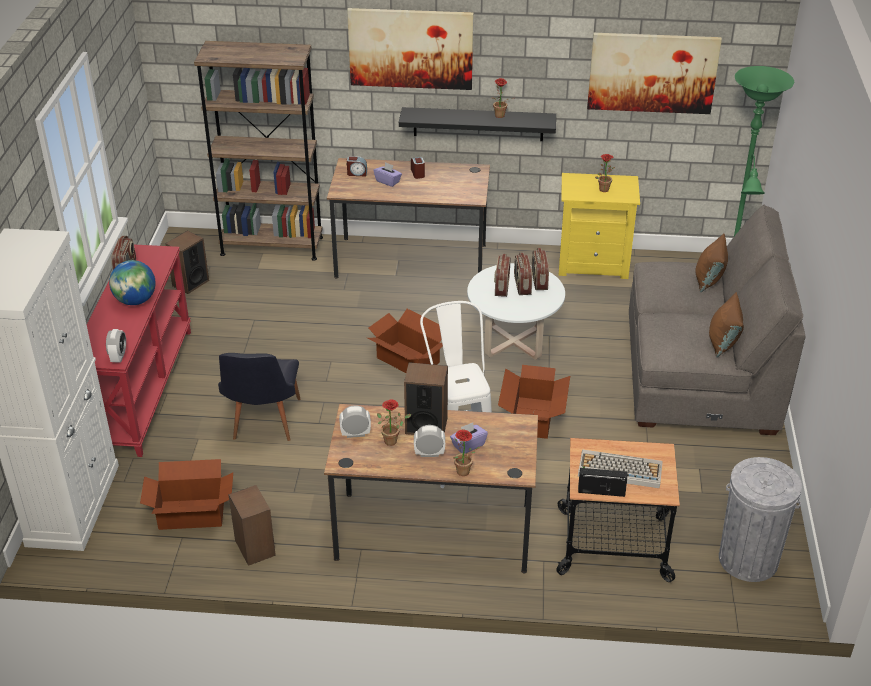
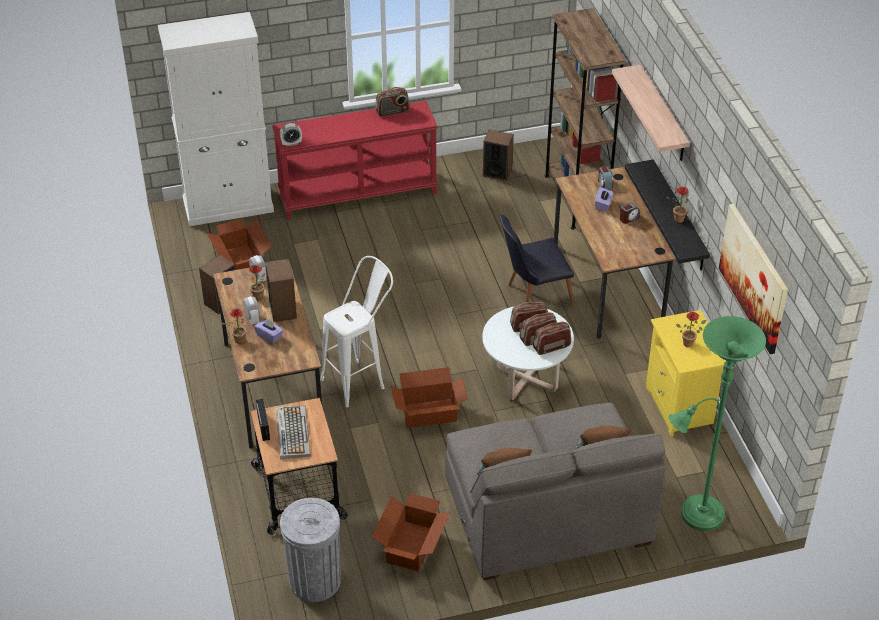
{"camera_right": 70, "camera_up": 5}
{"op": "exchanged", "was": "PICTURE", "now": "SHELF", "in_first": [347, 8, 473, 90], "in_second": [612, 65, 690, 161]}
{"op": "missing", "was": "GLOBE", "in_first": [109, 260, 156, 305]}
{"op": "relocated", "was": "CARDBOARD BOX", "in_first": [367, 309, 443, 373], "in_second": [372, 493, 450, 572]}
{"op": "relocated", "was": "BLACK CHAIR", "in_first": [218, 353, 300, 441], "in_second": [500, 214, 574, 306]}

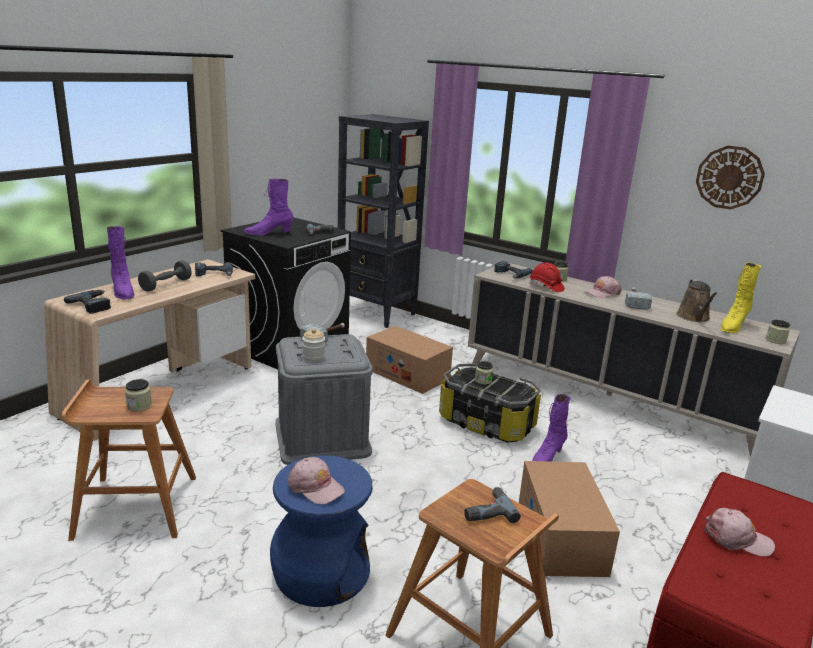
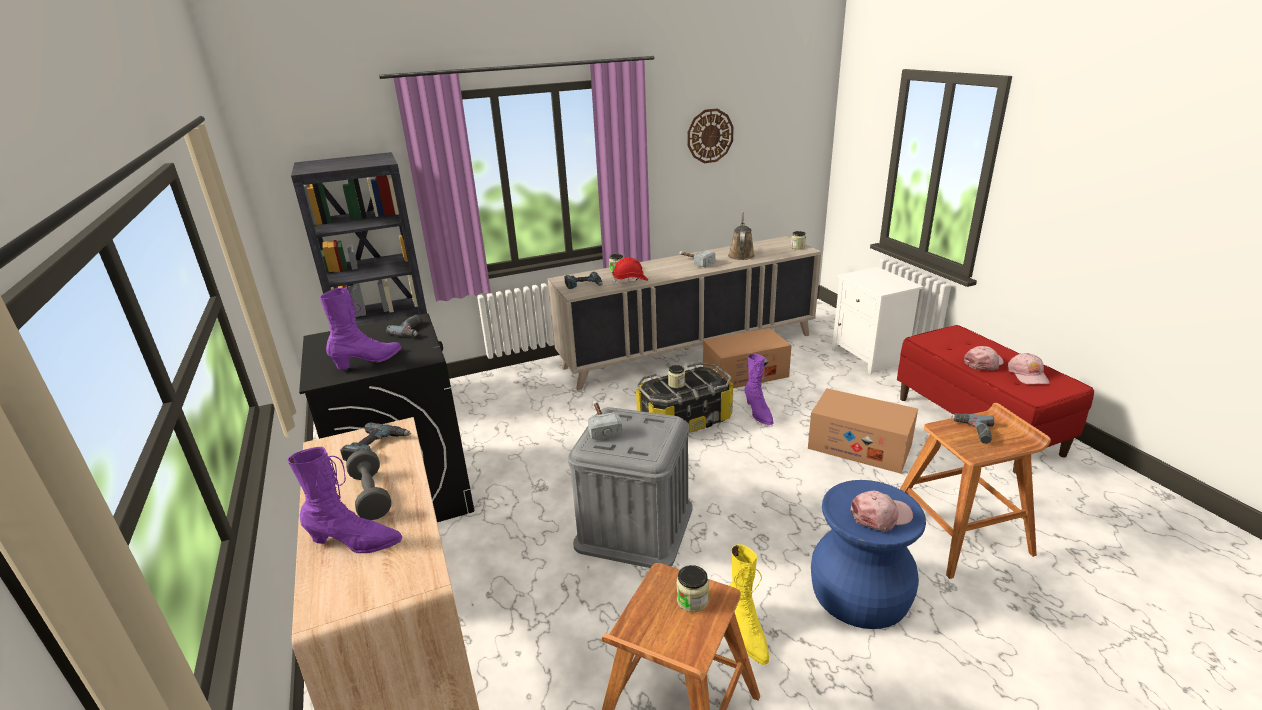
{"camera_right": -55, "camera_up": 5}
{"op": "spun", "was": "PURPLE BOOT", "in_first": [244, 179, 294, 235], "in_second": [320, 287, 402, 369], "clockwise": -150}
{"op": "relocated", "was": "YELLOW BOOT", "in_first": [720, 263, 761, 333], "in_second": [729, 544, 769, 665]}
{"op": "relocated", "was": "PINK CAP", "in_first": [585, 276, 621, 298], "in_second": [1008, 353, 1050, 385]}
{"op": "spun", "was": "BROWN WATERING CAN", "in_first": [677, 279, 717, 322], "in_second": [728, 213, 755, 260], "clockwise": -120}
{"op": "missing", "was": "POWER DRILL", "in_first": [64, 290, 111, 314]}
{"op": "relocated", "was": "CARDBOARD BOX", "in_first": [366, 326, 453, 394], "in_second": [703, 328, 792, 388]}
{"op": "missing", "was": "JAR", "in_first": [302, 329, 325, 362]}

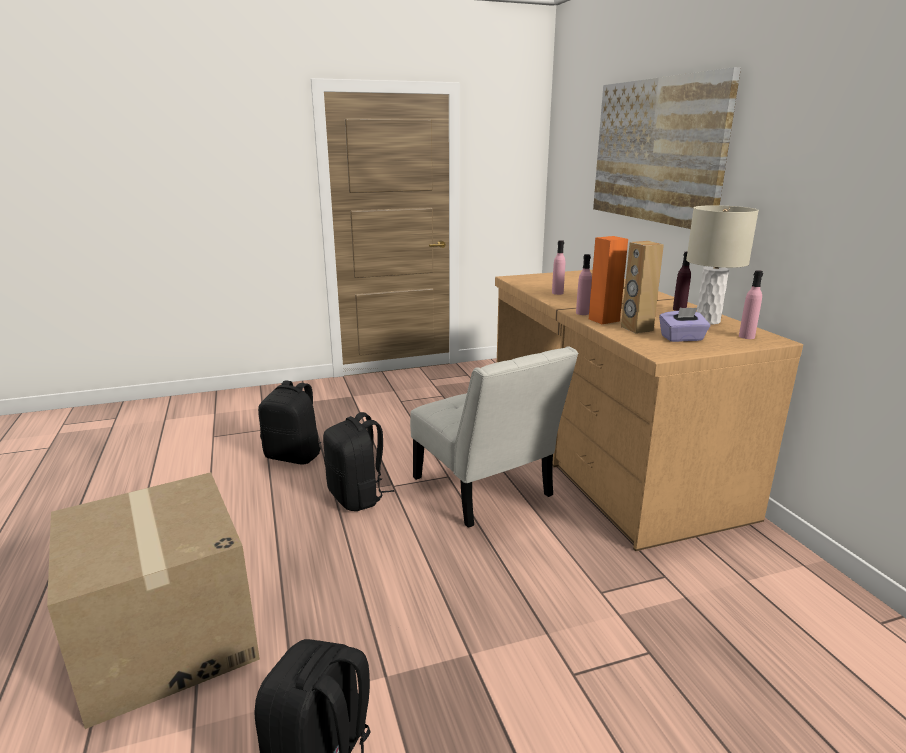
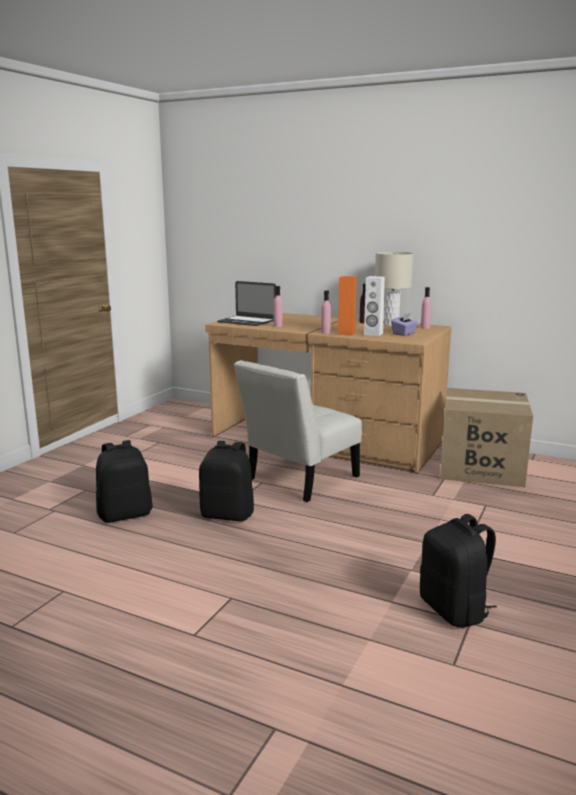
{"camera_right": -45, "camera_up": -5}
{"op": "missing", "was": "PICTURE", "in_first": [593, 67, 741, 229]}
{"op": "colour", "was": "BROWN SPEAKER", "now": "WHITE SPEAKER", "in_first": [621, 241, 664, 333], "in_second": [364, 276, 385, 336]}
{"op": "spun", "was": "WHITE CHAIR", "in_first": [410, 346, 578, 528], "in_second": [234, 360, 362, 502], "clockwise": 120}
{"op": "relocated", "was": "CARDBOARD BOX", "in_first": [47, 472, 260, 729], "in_second": [440, 388, 533, 487]}
{"op": "appeared", "now": "LAPTOP", "in_second": [217, 281, 276, 326]}

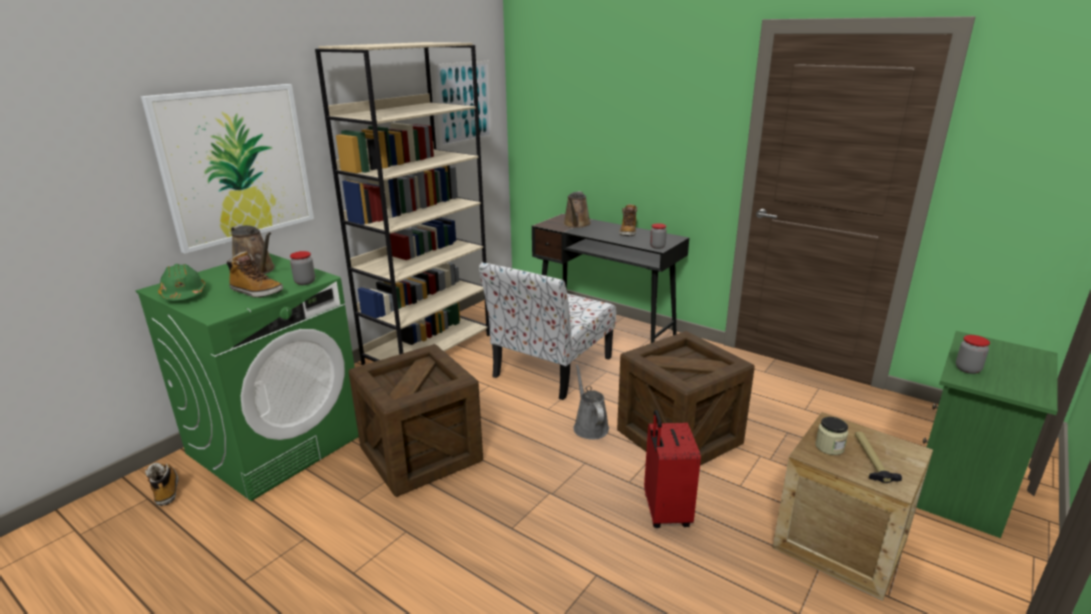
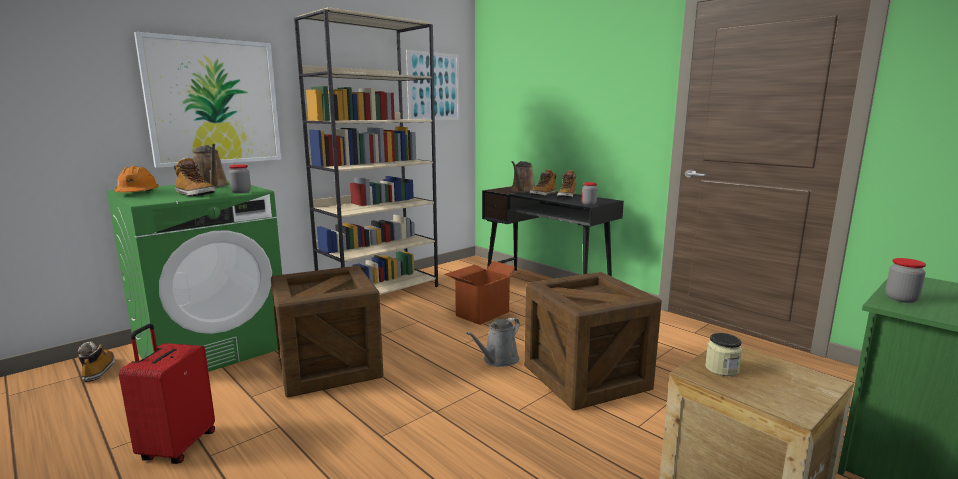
{"camera_right": 10, "camera_up": -10}
{"op": "exchanged", "was": "CHAIR", "now": "CARDBOARD BOX", "in_first": [479, 262, 616, 400], "in_second": [445, 261, 520, 325]}
{"op": "colour", "was": "GREEN HARD HAT", "now": "ORANGE HARD HAT", "in_first": [158, 264, 205, 301], "in_second": [115, 166, 159, 192]}
{"op": "spun", "was": "GREY WATERING CAN", "in_first": [573, 364, 609, 440], "in_second": [466, 318, 520, 367], "clockwise": -135}
{"op": "relocated", "was": "RED SUITCASE", "in_first": [644, 410, 701, 528], "in_second": [119, 324, 215, 464]}
{"op": "missing", "was": "HAMMER", "in_first": [855, 432, 902, 483]}
{"op": "appeared", "now": "BOOT", "in_second": [530, 169, 556, 196]}

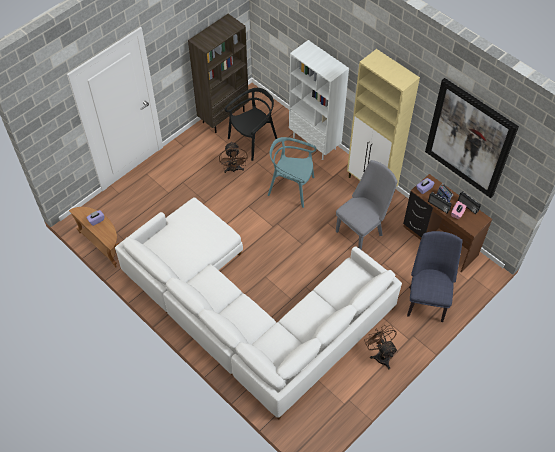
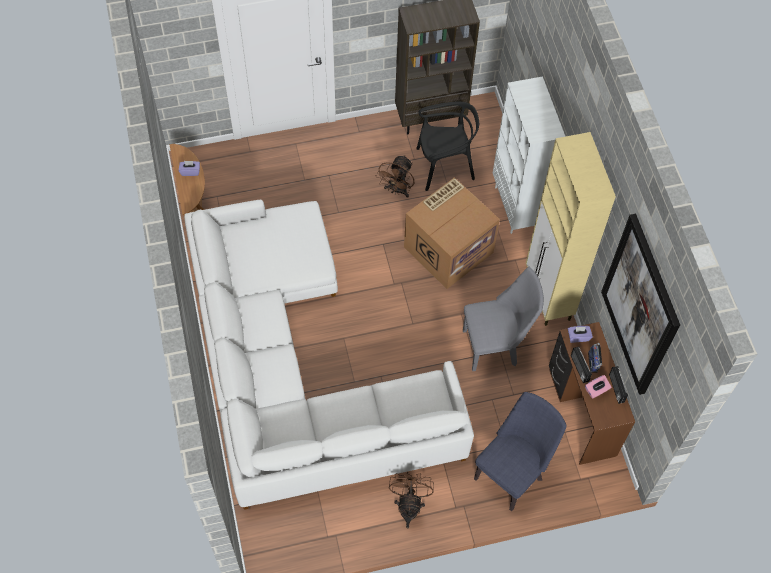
{"camera_right": 30, "camera_up": 5}
{"op": "exchanged", "was": "TURQUOISE CHAIR", "now": "CARDBOARD BOX", "in_first": [268, 137, 316, 208], "in_second": [404, 177, 500, 289]}

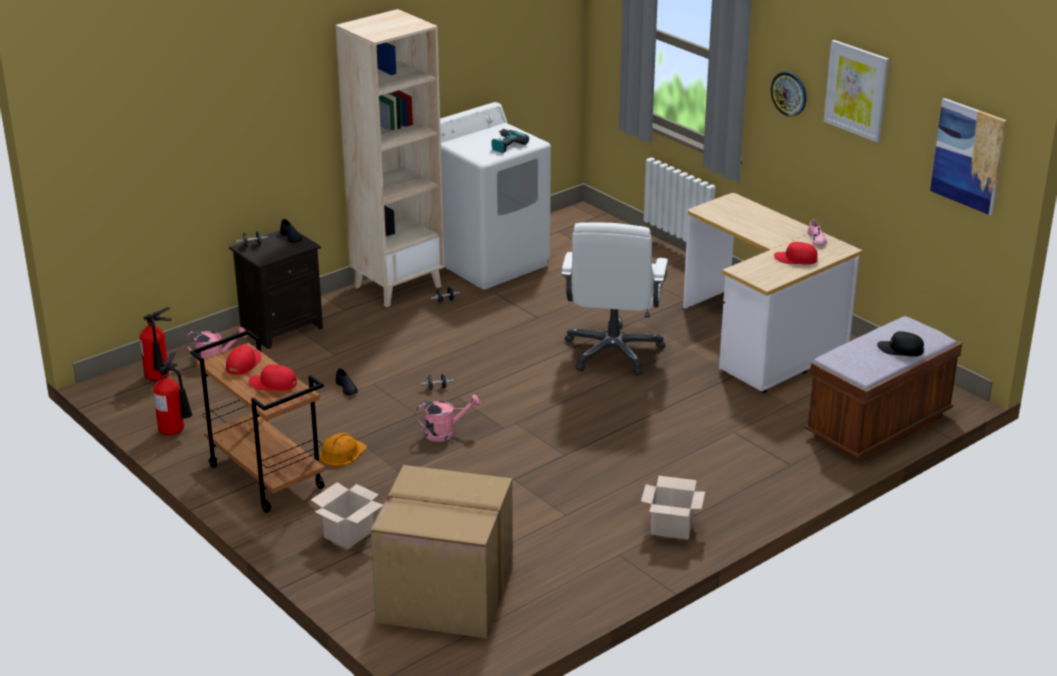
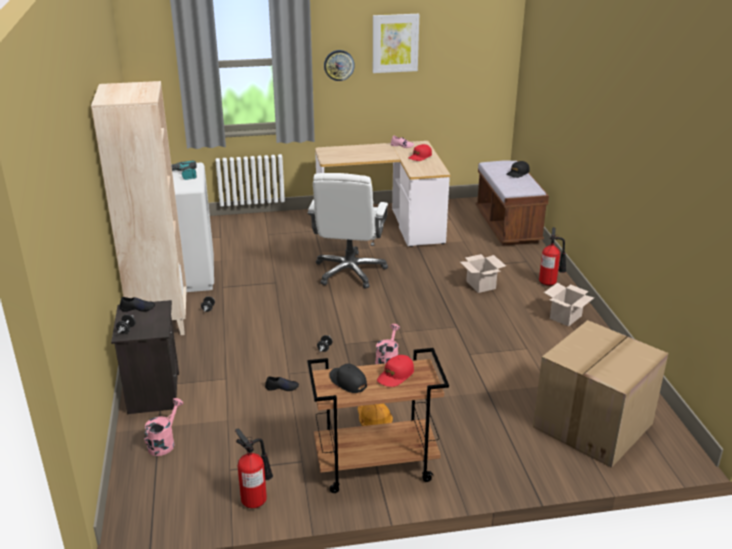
{"camera_right": -60, "camera_up": 0}
{"op": "missing", "was": "PICTURE", "in_first": [930, 98, 1007, 215]}
{"op": "spun", "was": "WHITE OFFICE CHAIR", "in_first": [561, 223, 668, 375], "in_second": [308, 173, 388, 288], "clockwise": 60}
{"op": "relocated", "was": "FIRE EXTINGUISHER", "in_first": [140, 307, 172, 381], "in_second": [539, 227, 566, 286]}
{"op": "colour", "was": "RED CAP", "now": "BLACK CAP", "in_first": [226, 345, 261, 375], "in_second": [329, 364, 367, 393]}
{"op": "relocated", "was": "CARDBOARD BOX", "in_first": [311, 482, 383, 549], "in_second": [460, 254, 506, 293]}

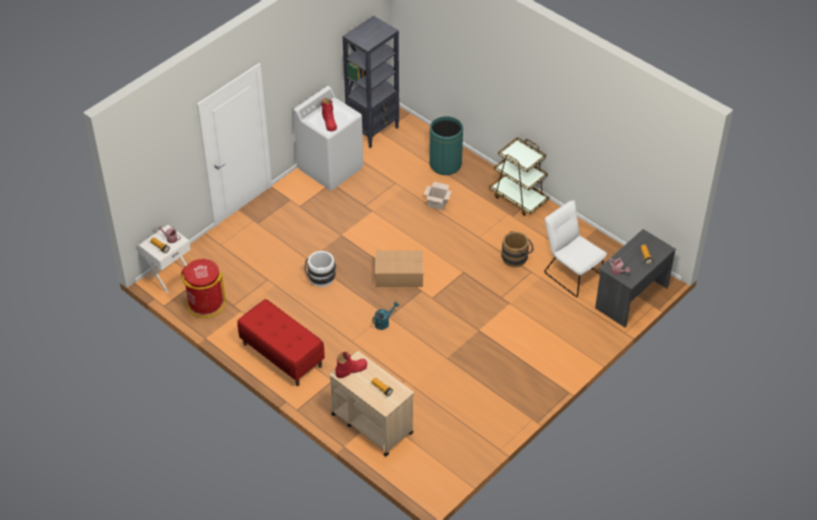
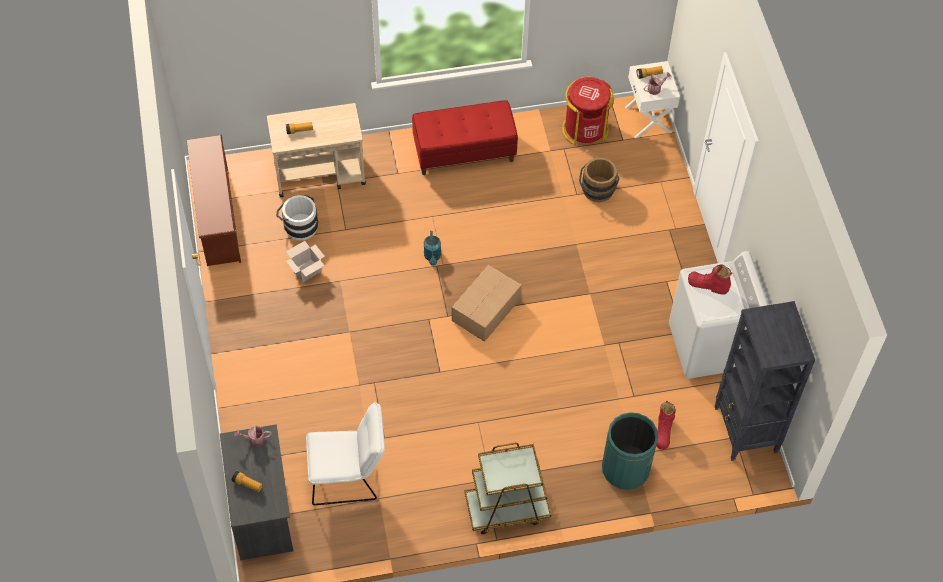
{"camera_right": 125, "camera_up": 10}
{"op": "relocated", "was": "CARDBOARD BOX", "in_first": [424, 182, 452, 210], "in_second": [286, 241, 325, 282]}
{"op": "relocated", "was": "BROWN BUCKET", "in_first": [501, 231, 534, 267], "in_second": [579, 158, 619, 202]}
{"op": "relocated", "was": "WHITE BUCKET", "in_first": [304, 251, 336, 287], "in_second": [276, 195, 318, 240]}
{"op": "relocated", "was": "RED BOOT", "in_first": [335, 352, 367, 378], "in_second": [656, 401, 676, 450]}
{"op": "appeared", "now": "BROWN SHOE RACK", "in_second": [187, 135, 241, 266]}

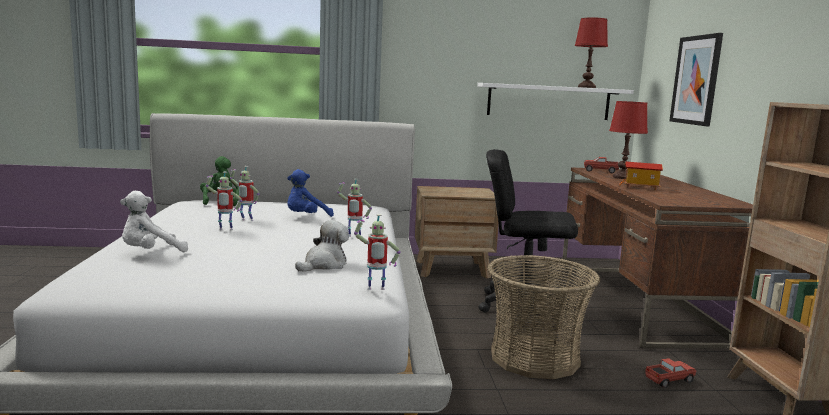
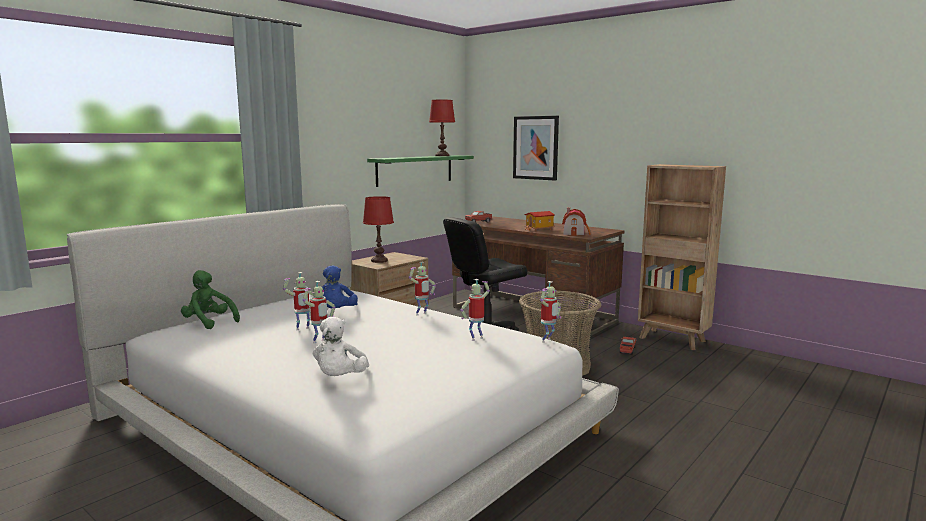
{"camera_right": -45, "camera_up": 0}
{"op": "colour", "was": "WHITE SHELF", "now": "GREEN SHELF", "in_first": [477, 83, 634, 120], "in_second": [367, 155, 474, 187]}
{"op": "relocated", "was": "RED TABLE LAMP", "in_first": [609, 101, 648, 179], "in_second": [363, 196, 394, 263]}
{"op": "exchanged", "was": "PLUSH TOY", "now": "TOY ROBOT", "in_first": [295, 220, 349, 272], "in_second": [460, 279, 490, 341]}
{"op": "appeared", "now": "TOY HOUSE", "in_second": [562, 208, 591, 236]}

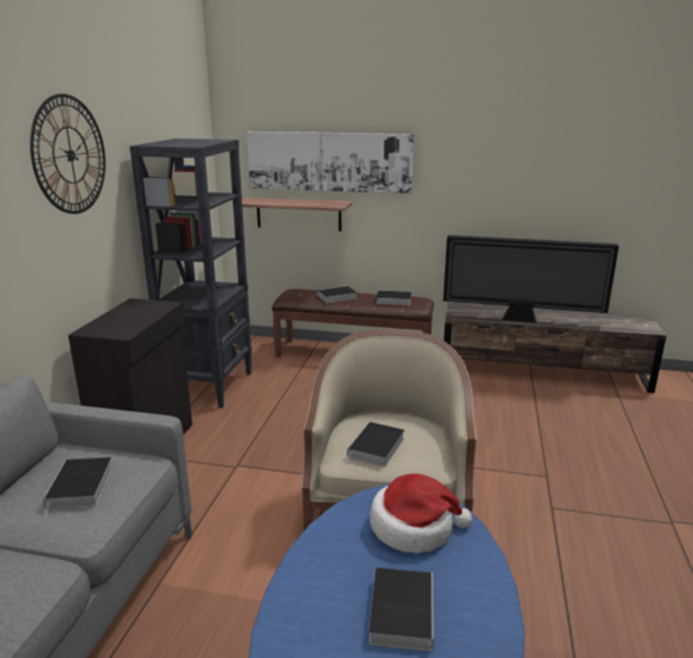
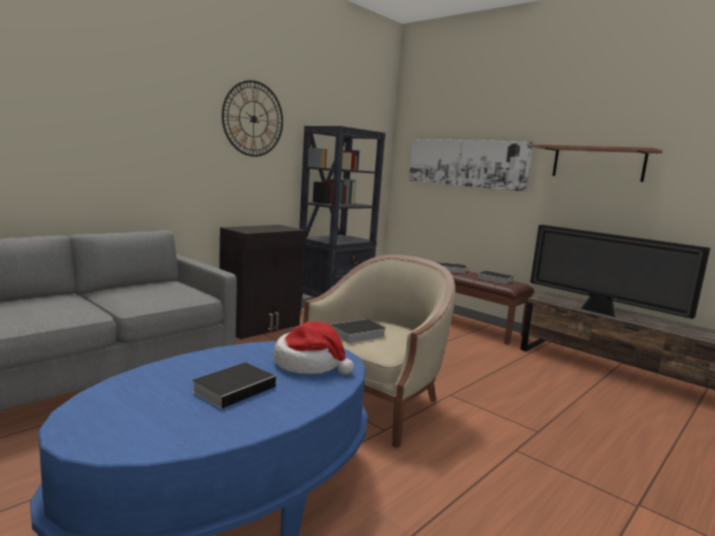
{"camera_right": 30, "camera_up": -10}
{"op": "relocated", "was": "SHELF", "in_first": [242, 198, 352, 231], "in_second": [532, 144, 663, 182]}
{"op": "missing", "was": "BOOK", "in_first": [43, 457, 113, 518]}

